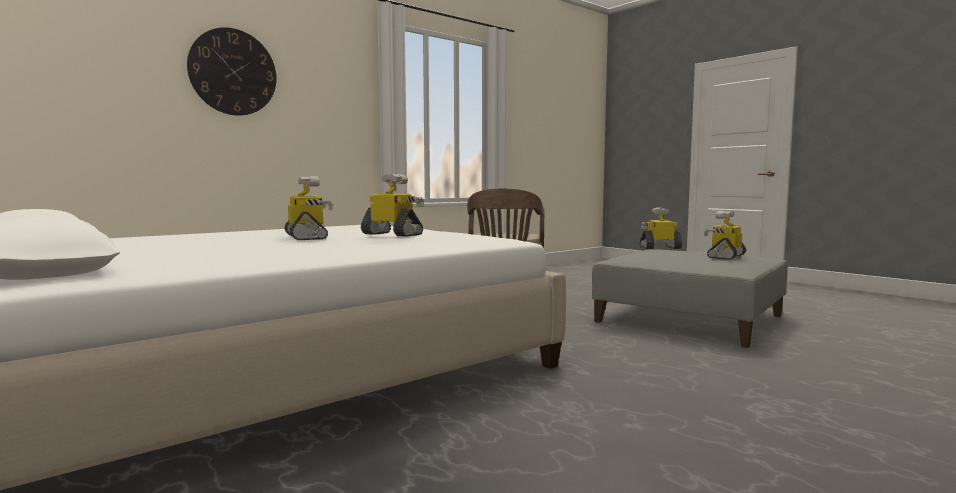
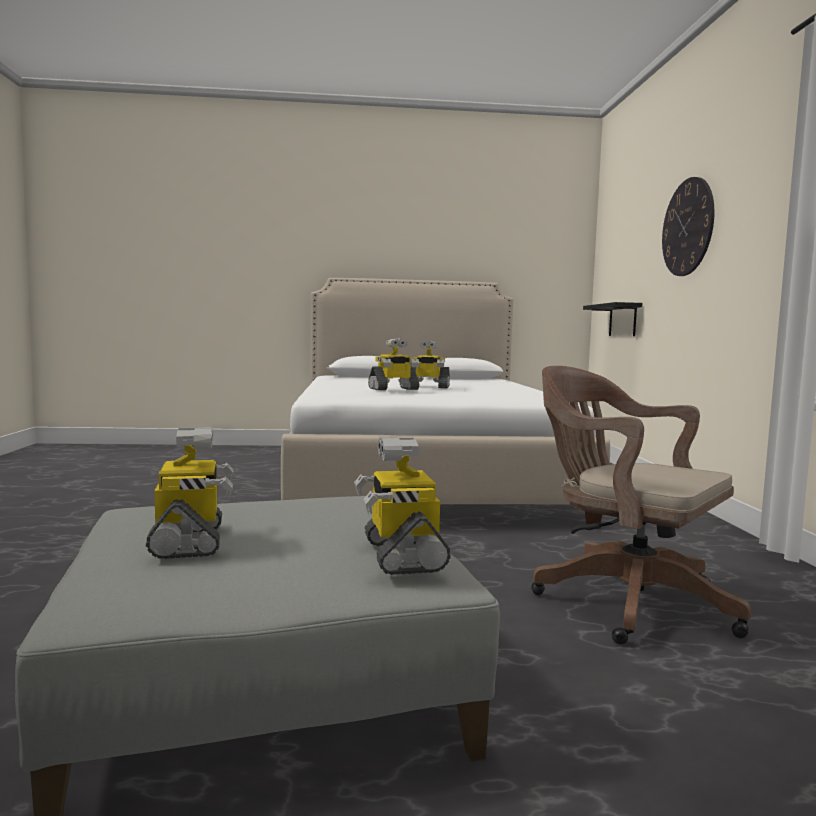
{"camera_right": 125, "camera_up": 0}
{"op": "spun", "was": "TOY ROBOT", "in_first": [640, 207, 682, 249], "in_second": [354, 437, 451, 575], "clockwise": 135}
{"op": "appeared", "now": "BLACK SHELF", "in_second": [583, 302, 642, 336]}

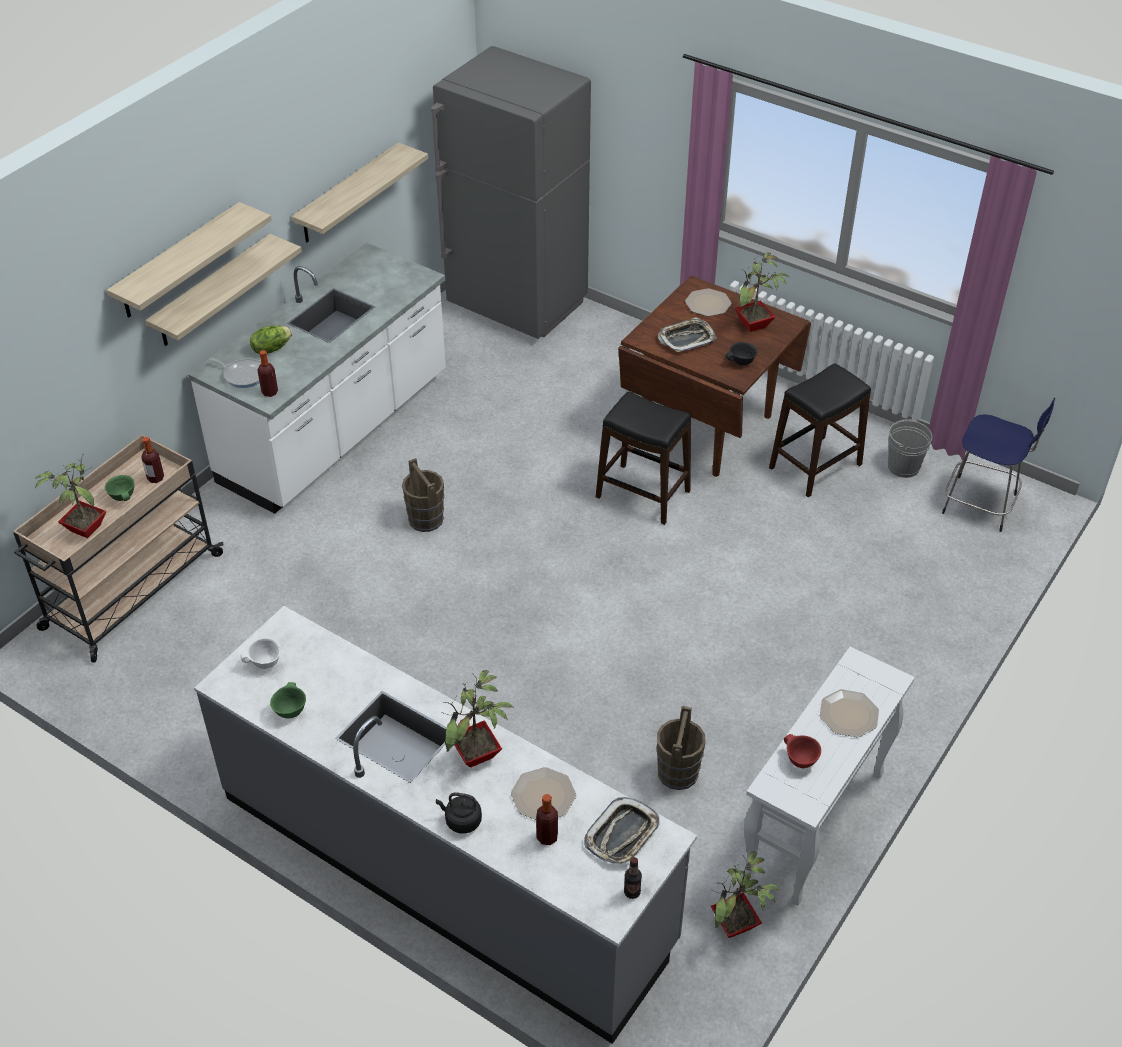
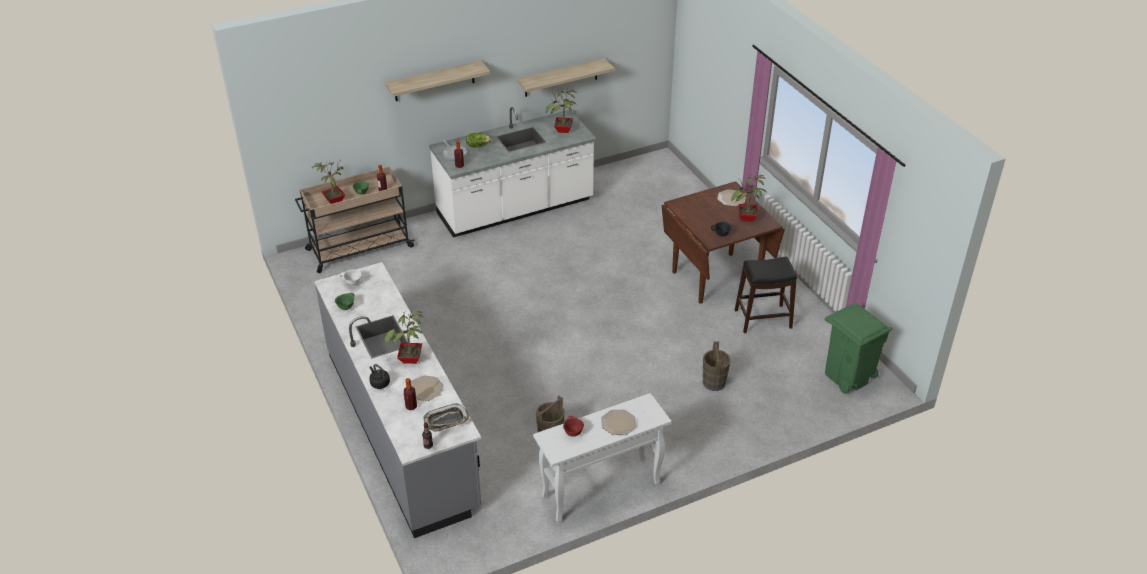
{"camera_right": 30, "camera_up": -5}
{"op": "missing", "was": "GREY FRIDGE", "in_first": [431, 46, 591, 339]}
{"op": "missing", "was": "SHELF", "in_first": [146, 234, 302, 346]}
{"op": "missing", "was": "TRAY", "in_first": [658, 317, 717, 352]}
{"op": "missing", "was": "BLACK STOOL", "in_first": [596, 391, 691, 525]}
{"op": "exchanged", "was": "BLUE STOOL", "now": "GREEN TRASH CAN", "in_first": [942, 398, 1055, 532], "in_second": [825, 303, 892, 394]}
{"op": "missing", "was": "GREY BUCKET", "in_first": [888, 419, 932, 478]}
{"op": "relocated", "was": "BROWN BUCKET", "in_first": [402, 458, 444, 532], "in_second": [702, 341, 731, 391]}
{"op": "relocated", "was": "POTTED PLANT", "in_first": [711, 851, 780, 938], "in_second": [546, 88, 576, 133]}

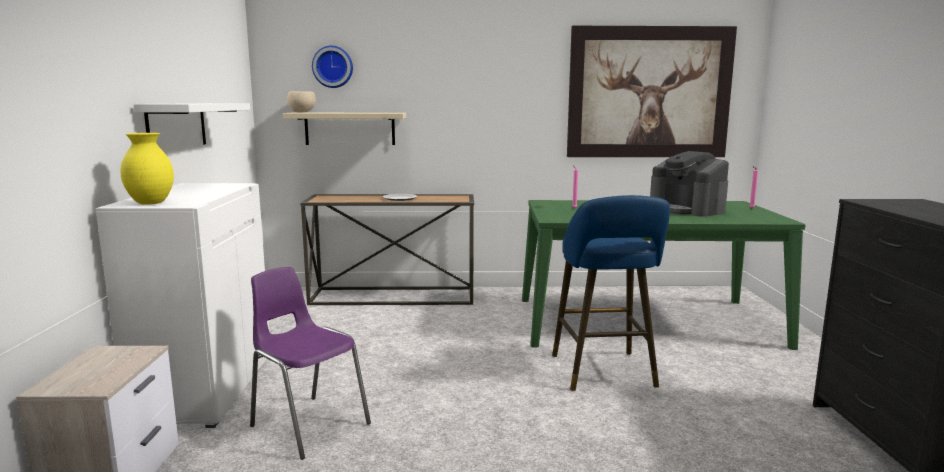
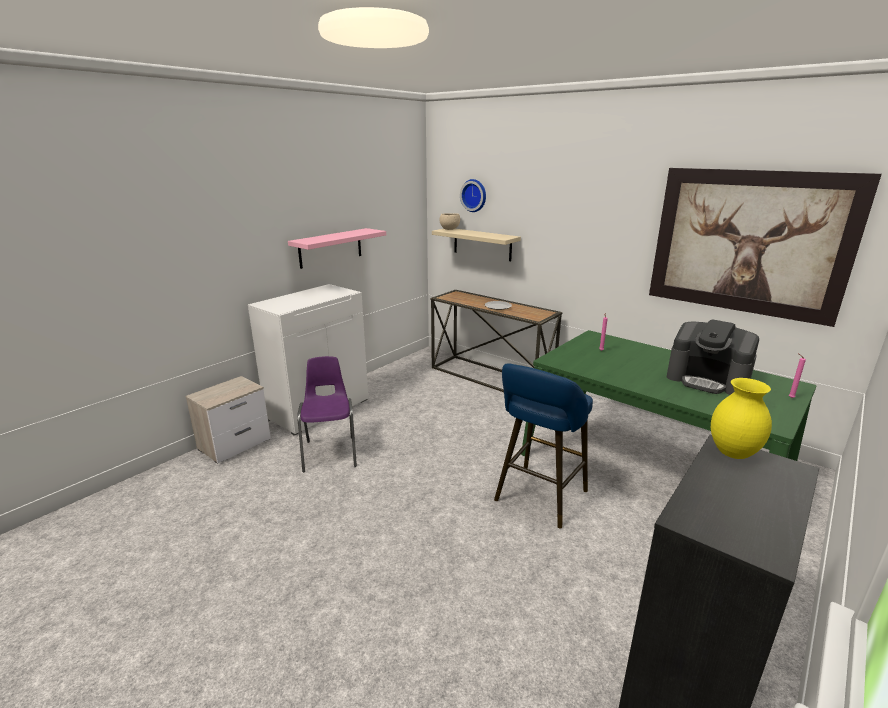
{"camera_right": 40, "camera_up": 10}
{"op": "colour", "was": "WHITE SHELF", "now": "PINK SHELF", "in_first": [134, 103, 250, 144], "in_second": [288, 228, 386, 269]}
{"op": "relocated", "was": "YELLOW VASE", "in_first": [120, 133, 174, 205], "in_second": [711, 378, 772, 459]}
{"op": "spun", "was": "COFFEE MACHINE", "in_first": [650, 151, 729, 217], "in_second": [667, 319, 759, 395], "clockwise": -60}

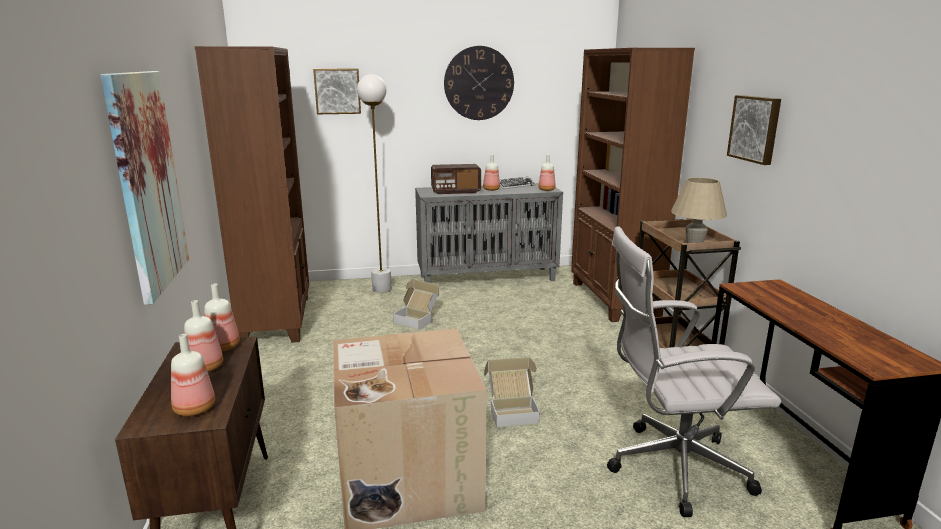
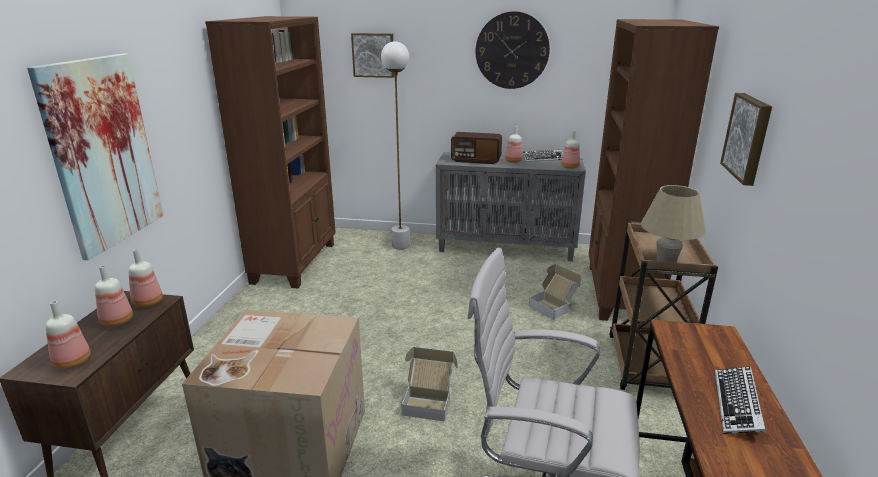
{"camera_right": 20, "camera_up": 5}
{"op": "relocated", "was": "CARDBOARD BOX", "in_first": [393, 279, 439, 330], "in_second": [529, 264, 581, 320]}
{"op": "appeared", "now": "KEYBOARD", "in_second": [715, 366, 766, 434]}

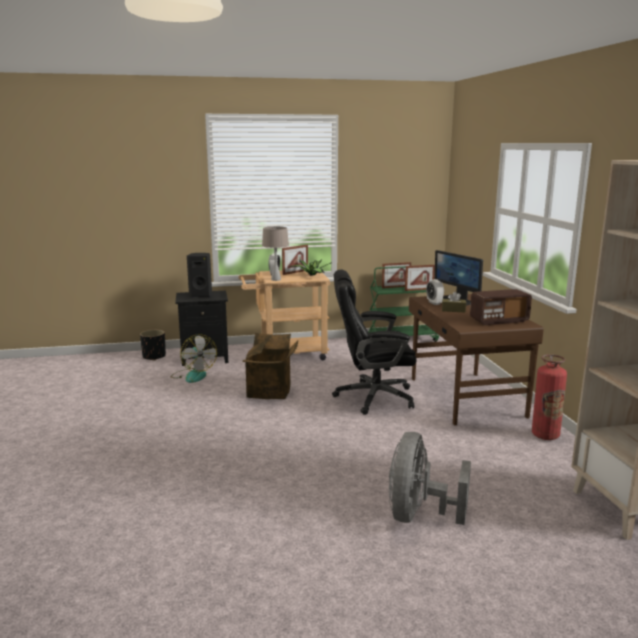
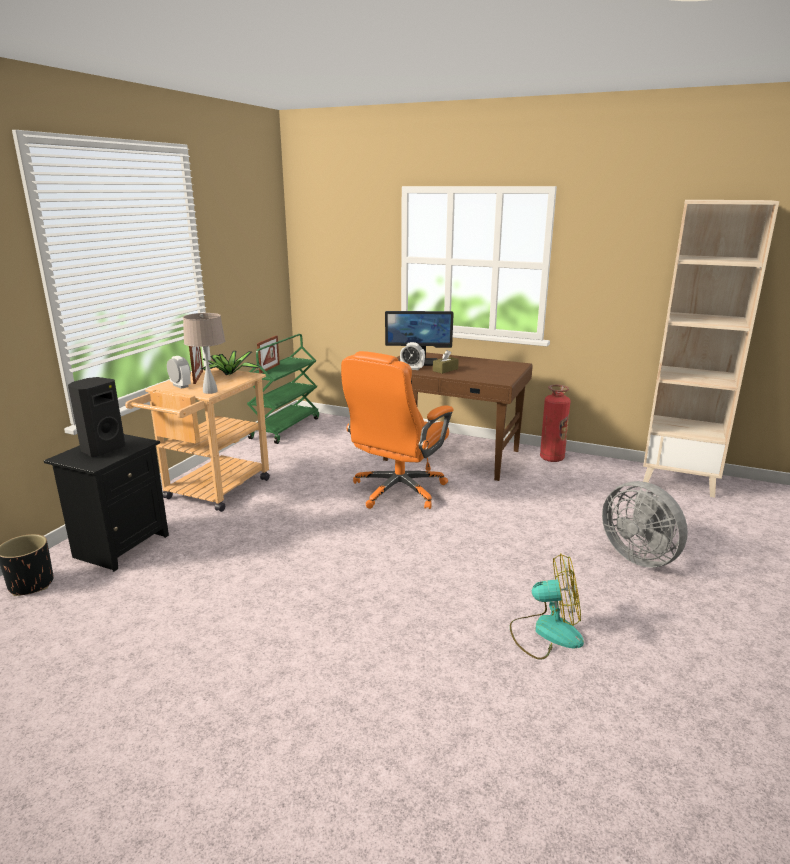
{"camera_right": -55, "camera_up": 5}
{"op": "missing", "was": "PICTURE FRAME", "in_first": [405, 265, 435, 291]}
{"op": "colour", "was": "BLACK OFFICE CHAIR", "now": "ORANGE OFFICE CHAIR", "in_first": [332, 270, 417, 415], "in_second": [341, 351, 454, 509]}
{"op": "missing", "was": "RADIO", "in_first": [470, 289, 532, 325]}
{"op": "missing", "was": "CARDBOARD BOX", "in_first": [242, 333, 298, 399]}
{"op": "relocated", "was": "FAN", "in_first": [171, 334, 217, 383], "in_second": [510, 553, 584, 660]}

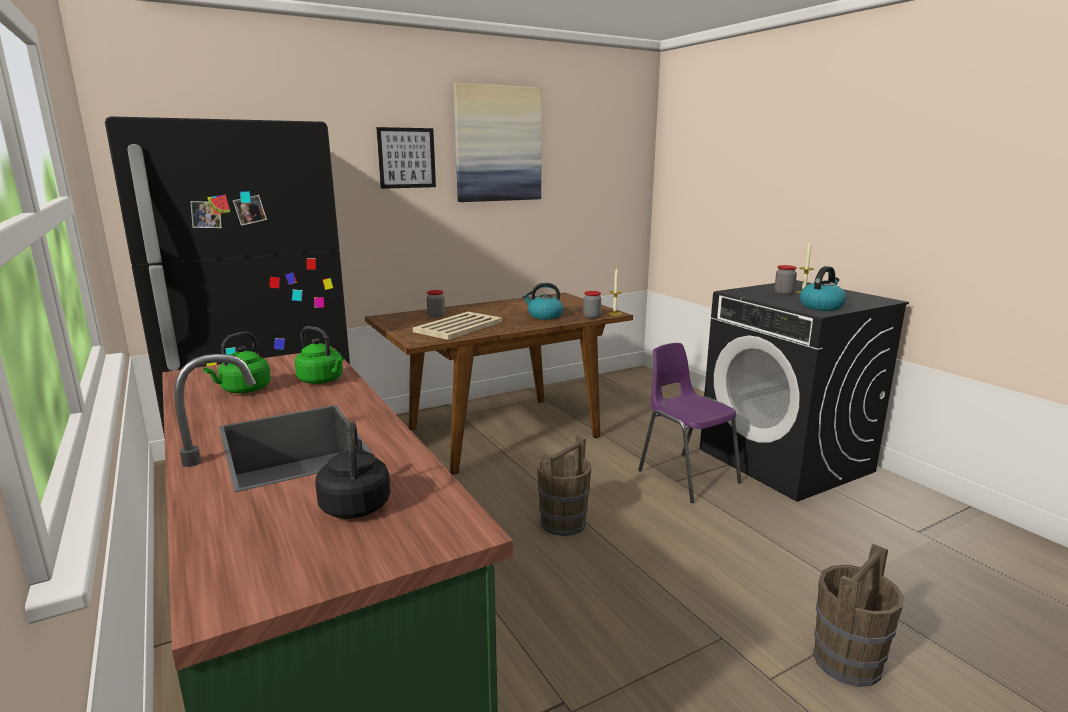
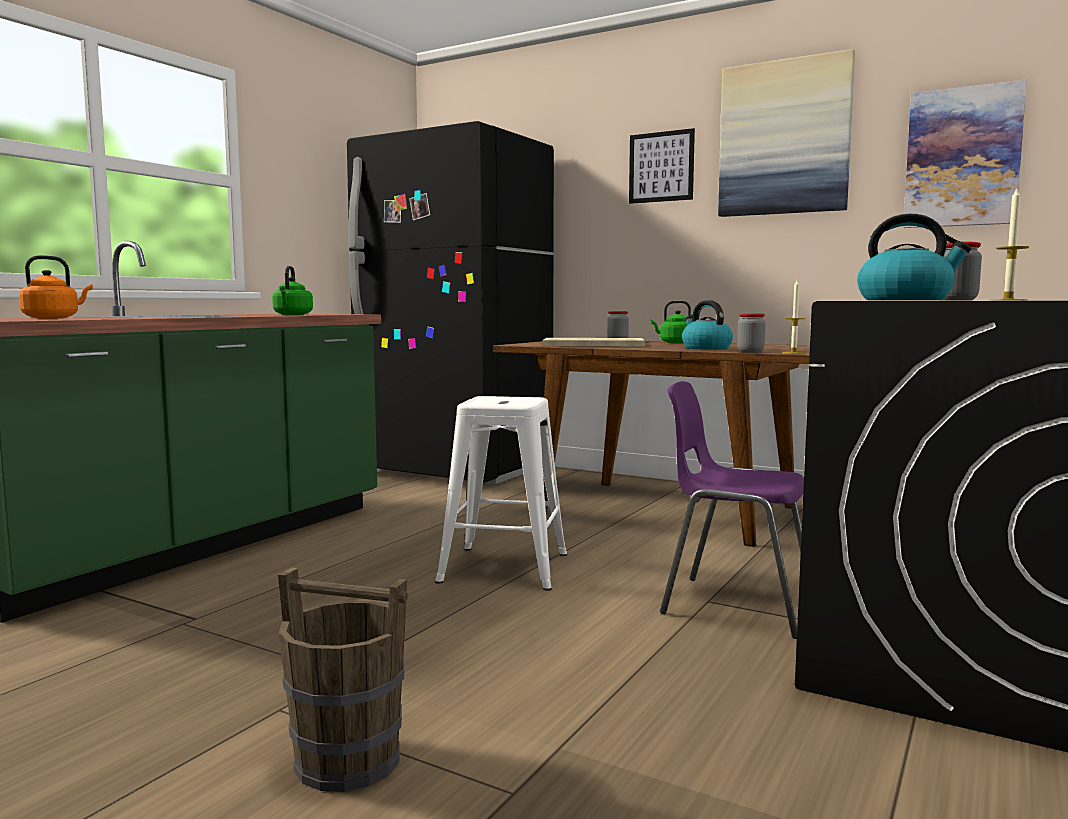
{"camera_right": 60, "camera_up": -10}
{"op": "relocated", "was": "GREEN KETTLE", "in_first": [203, 332, 271, 393], "in_second": [650, 301, 691, 344]}
{"op": "spun", "was": "PURPLE CHAIR", "in_first": [638, 343, 742, 503], "in_second": [660, 381, 804, 639], "clockwise": -90}
{"op": "colour", "was": "BLACK KETTLE", "now": "ORANGE KETTLE", "in_first": [315, 422, 390, 519], "in_second": [19, 255, 93, 319]}
{"op": "exchanged", "was": "BROWN BUCKET", "now": "WHITE STOOL", "in_first": [537, 436, 591, 536], "in_second": [435, 396, 567, 591]}
{"op": "appeared", "now": "PICTURE", "in_second": [903, 79, 1027, 228]}

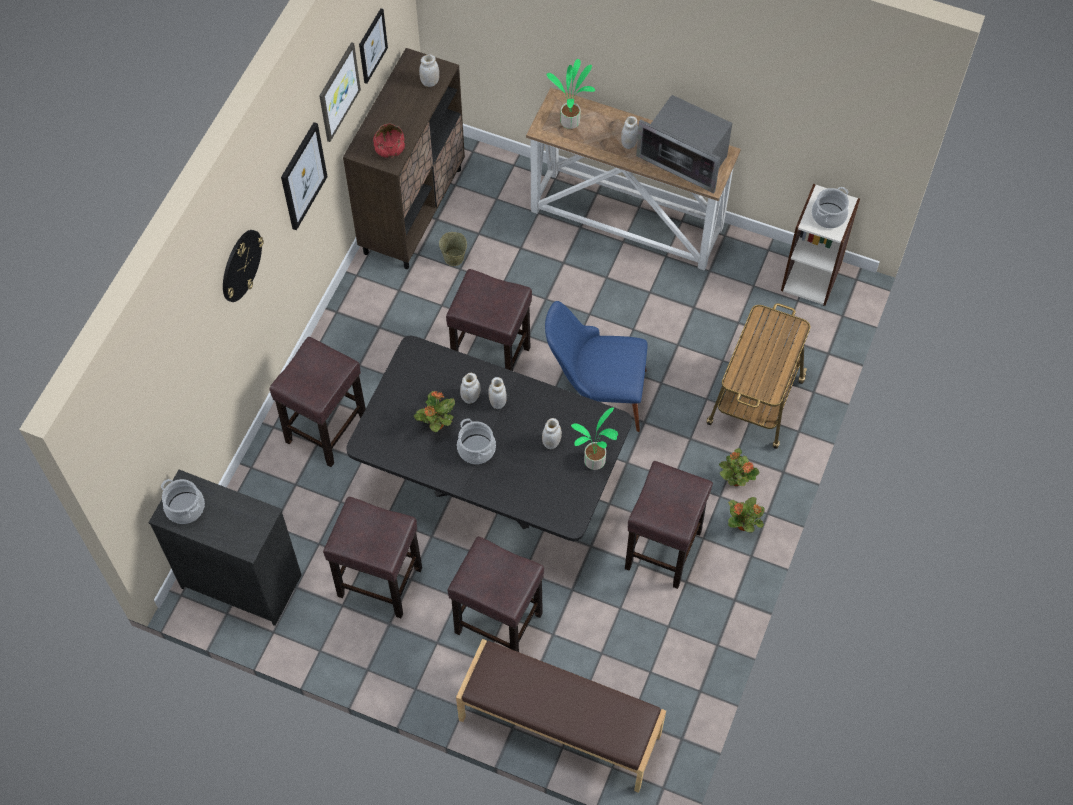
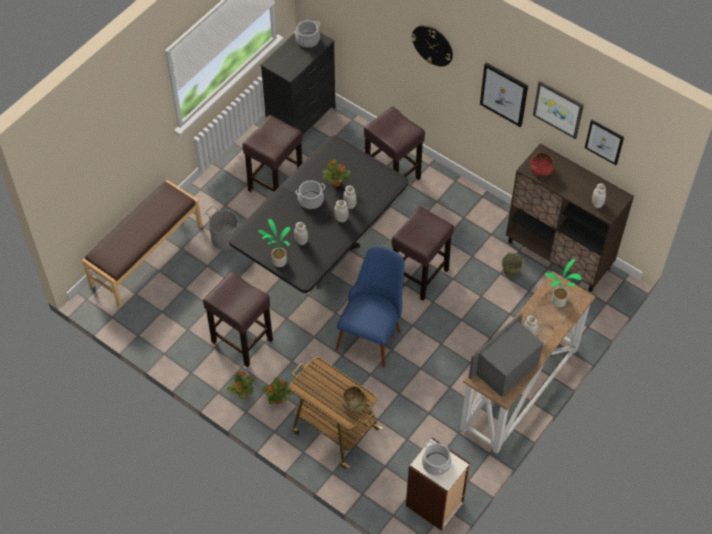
{"camera_right": 105, "camera_up": -5}
{"op": "exchanged", "was": "BROWN STOOL", "now": "GREY BUCKET", "in_first": [448, 537, 544, 652], "in_second": [205, 206, 240, 251]}
{"op": "appeared", "now": "BEIGE BOWL", "in_second": [342, 386, 367, 413]}

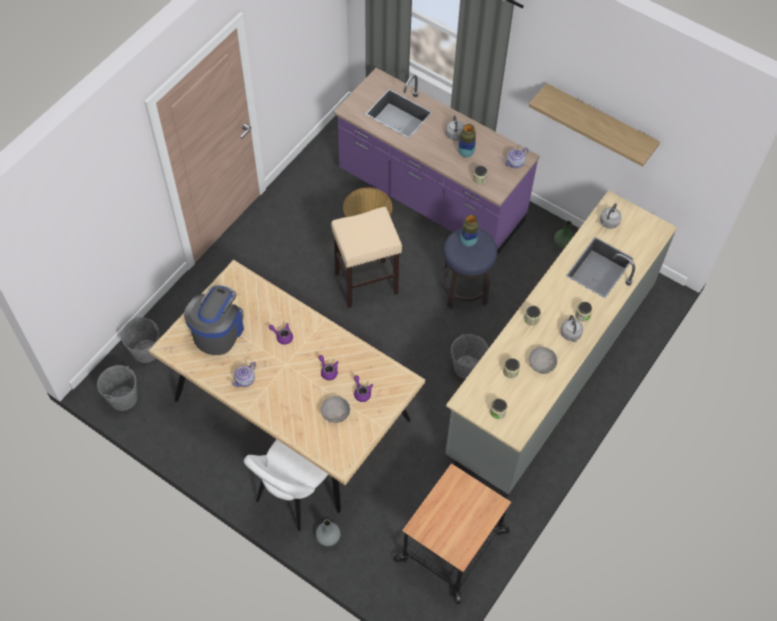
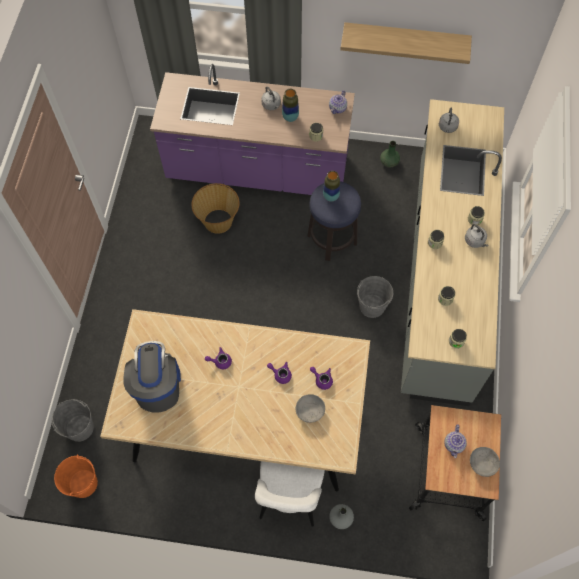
{"camera_right": -25, "camera_up": 5}
{"op": "missing", "was": "BEIGE STOOL", "in_first": [331, 207, 402, 308]}
{"op": "relocated", "was": "GREY BOWL", "in_first": [529, 347, 557, 374], "in_second": [470, 447, 500, 477]}
{"op": "relocated", "was": "TEAPOT", "in_first": [231, 362, 256, 387], "in_second": [444, 424, 467, 458]}
{"op": "colour", "was": "GREY BUCKET", "now": "ORANGE BUCKET", "in_first": [97, 365, 137, 411], "in_second": [54, 455, 98, 498]}

